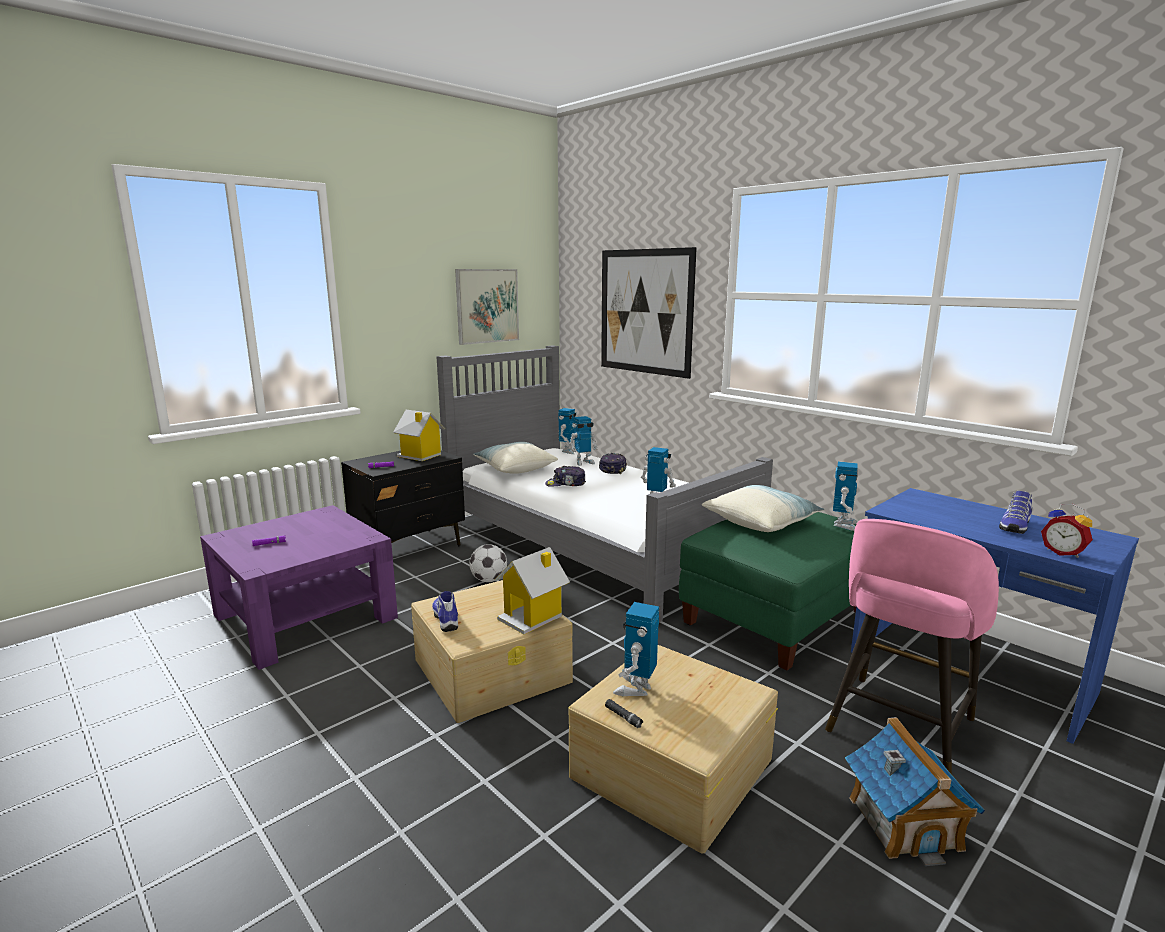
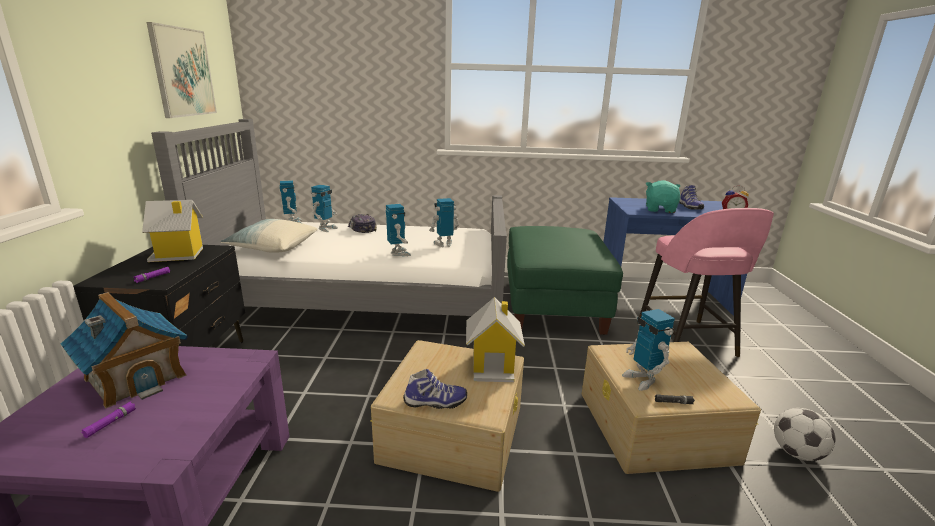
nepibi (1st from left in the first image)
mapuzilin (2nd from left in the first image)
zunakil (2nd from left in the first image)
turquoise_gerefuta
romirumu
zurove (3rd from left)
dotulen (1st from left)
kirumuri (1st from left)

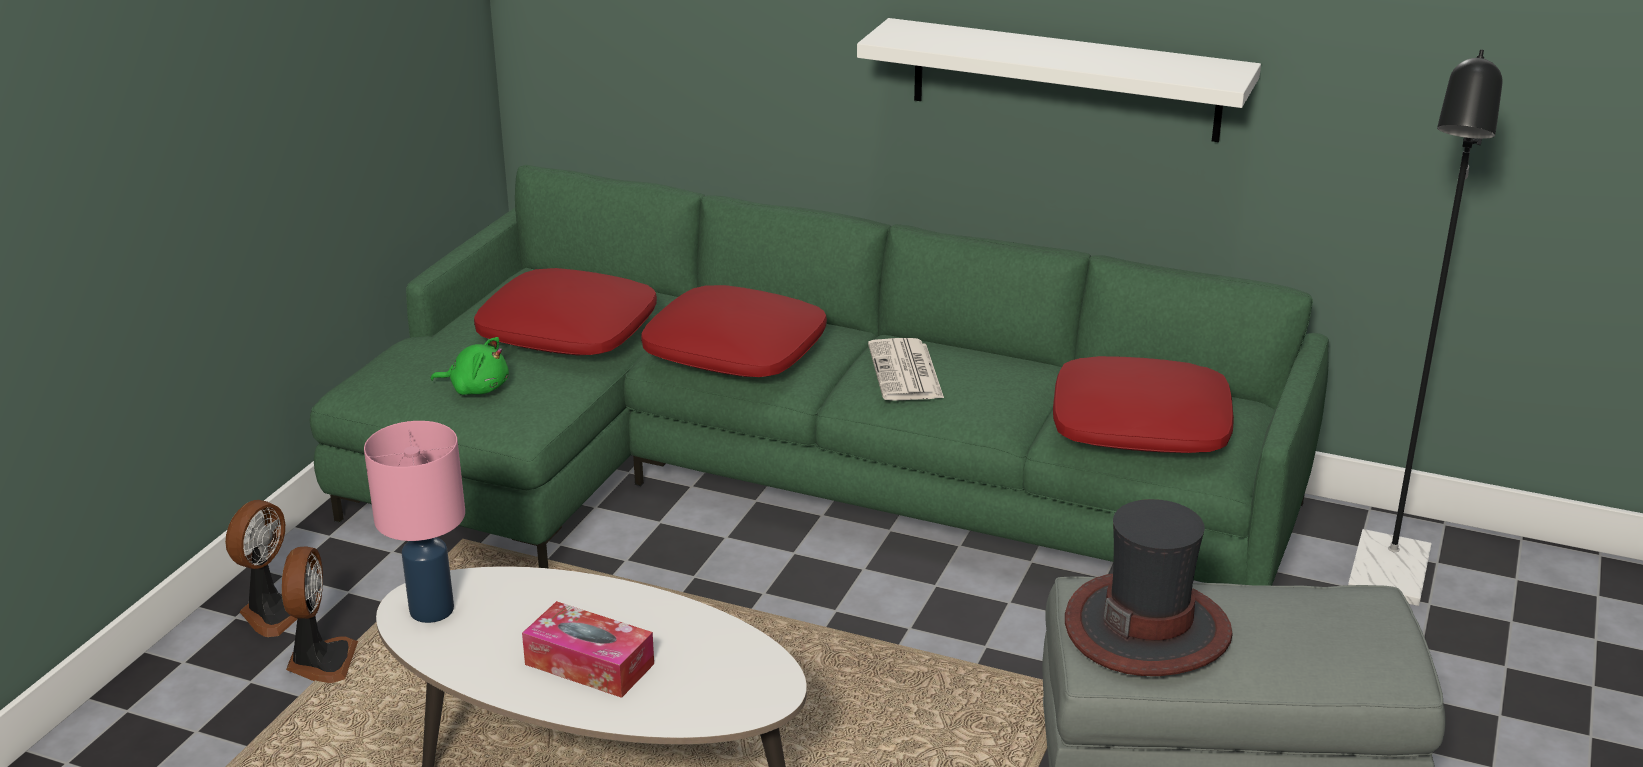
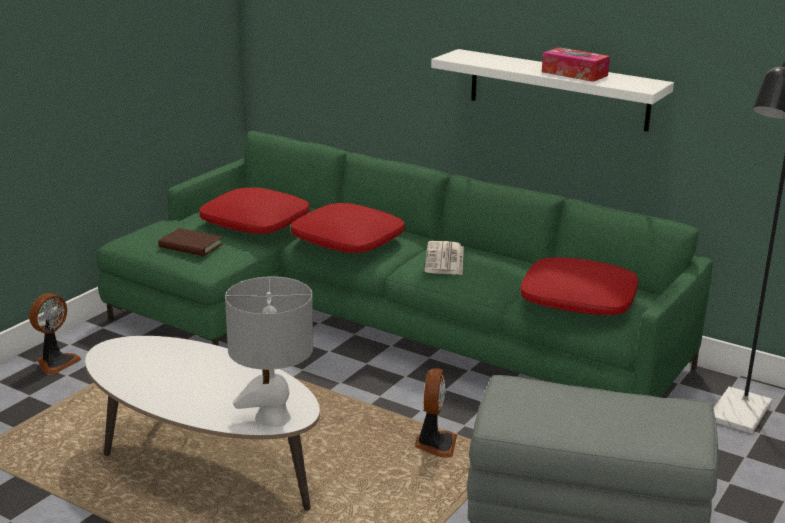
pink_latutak
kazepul
grey_latutak
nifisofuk (2nd from left)
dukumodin
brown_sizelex

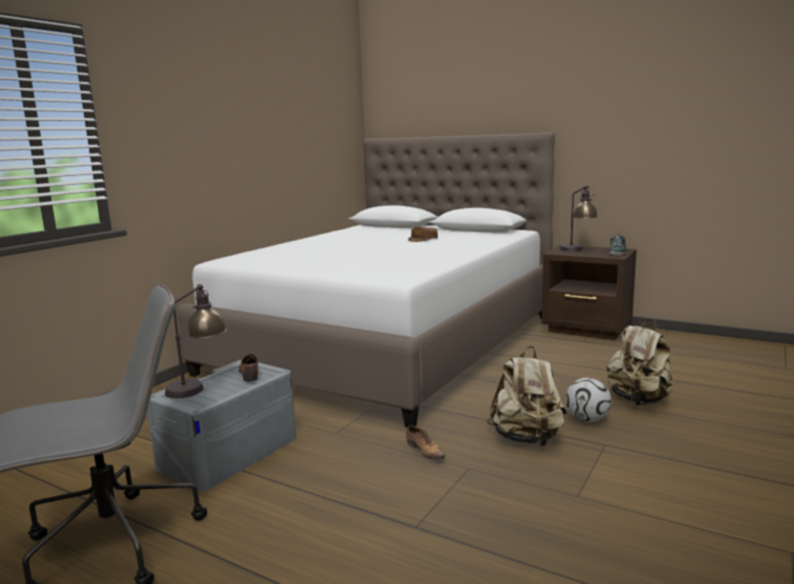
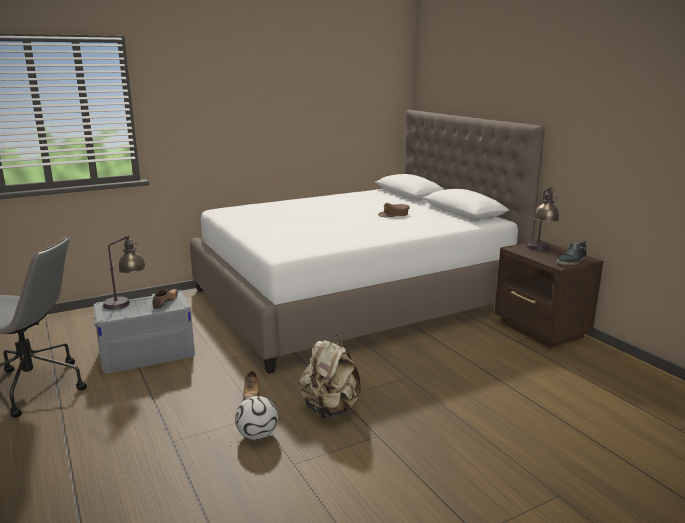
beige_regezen (2nd from left in the first image)
romirumu

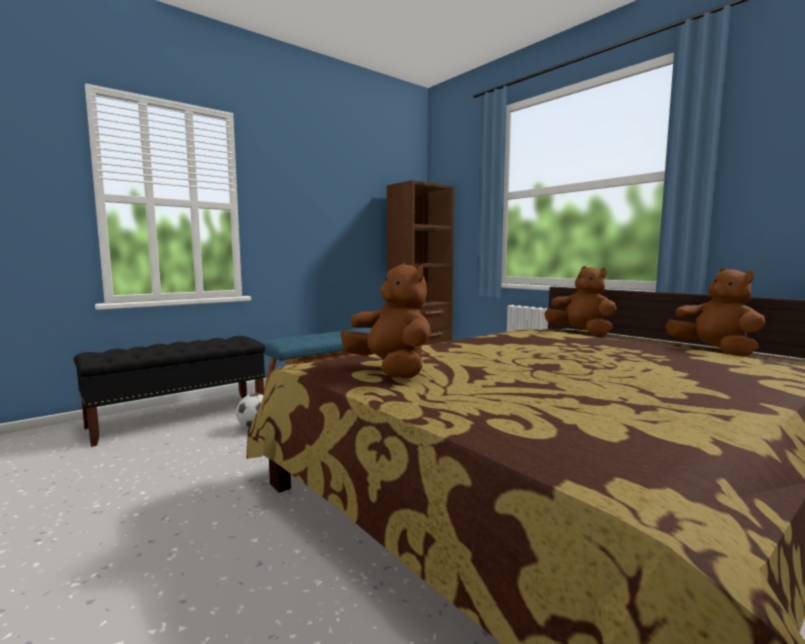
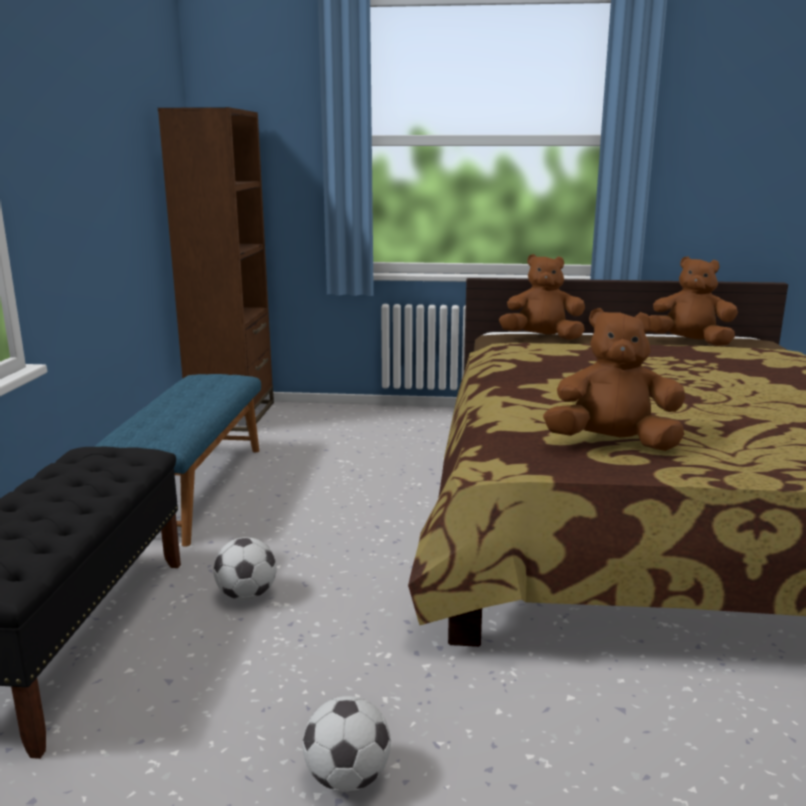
romirumu (2nd from left)

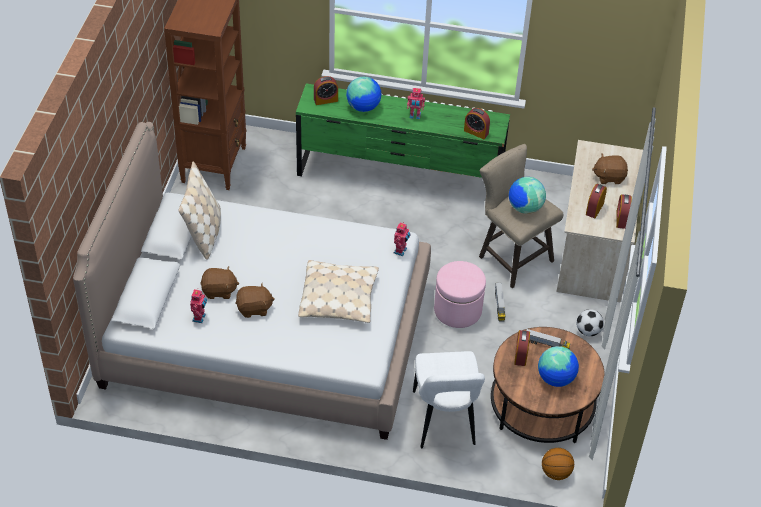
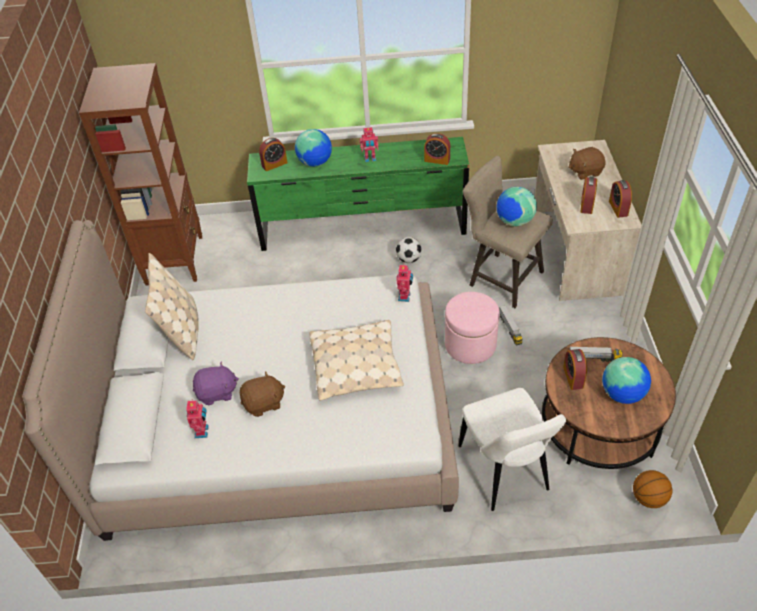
romirumu
purple_gerefuta

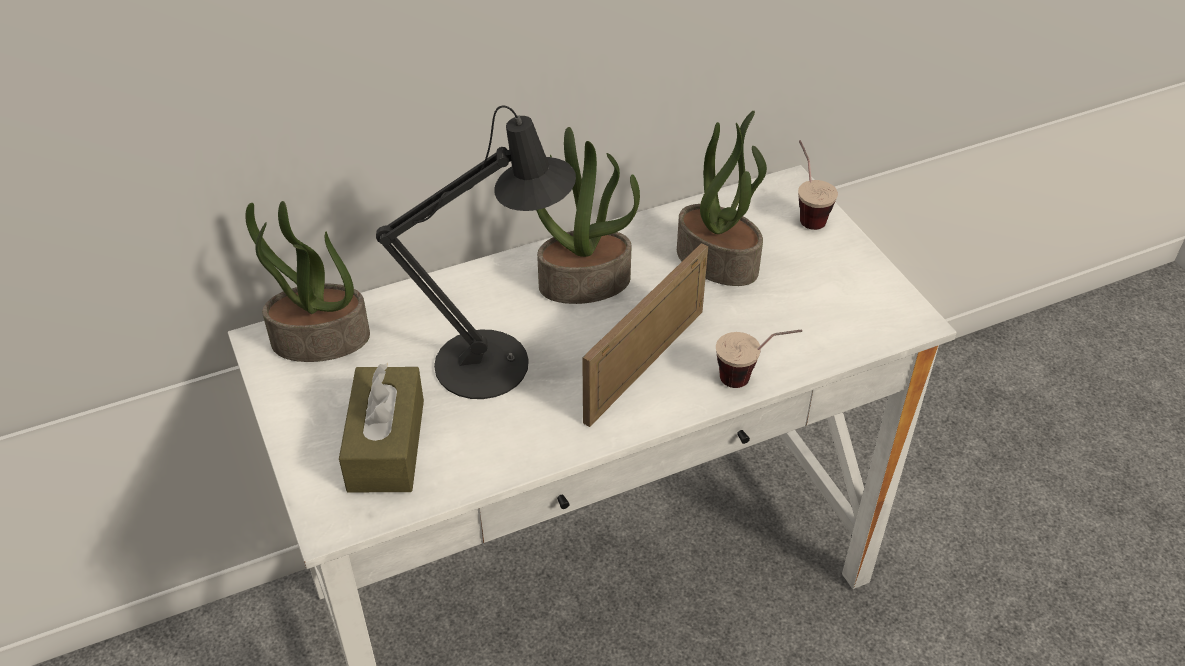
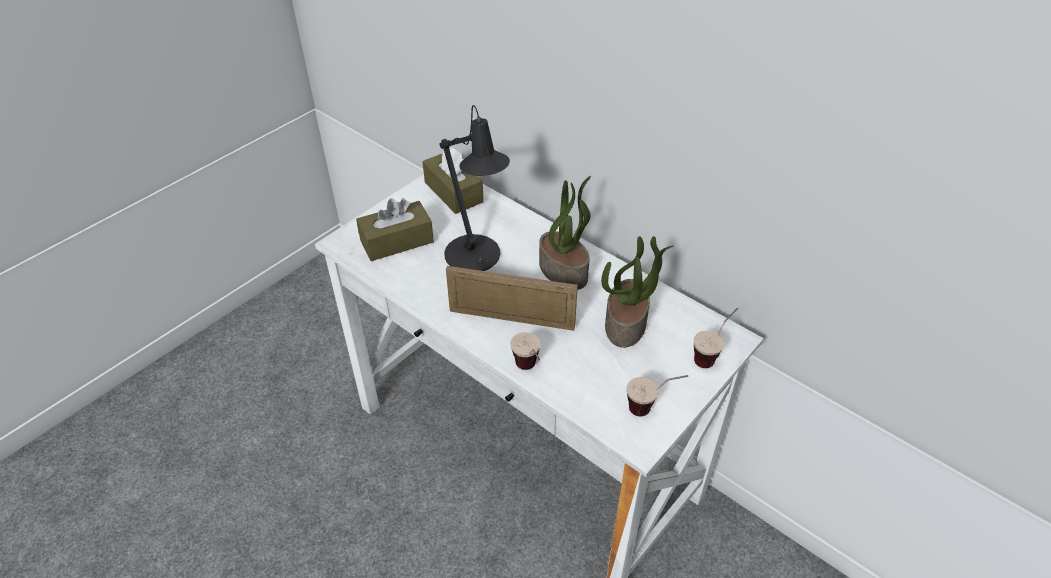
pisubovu (2nd from left)
brown_dukumodin (2nd from left)

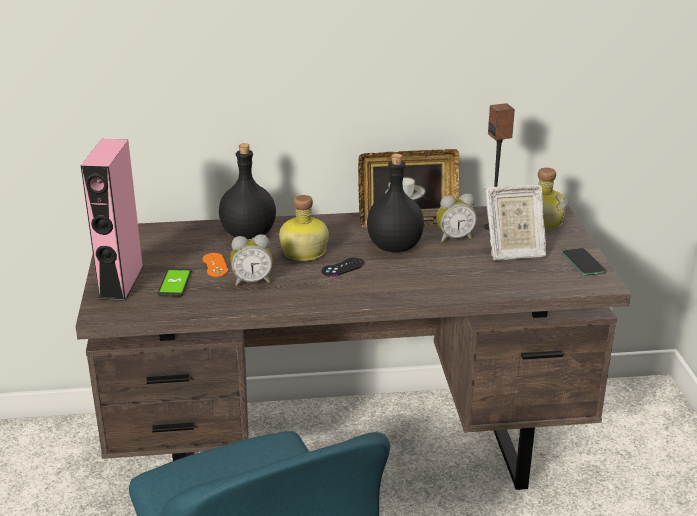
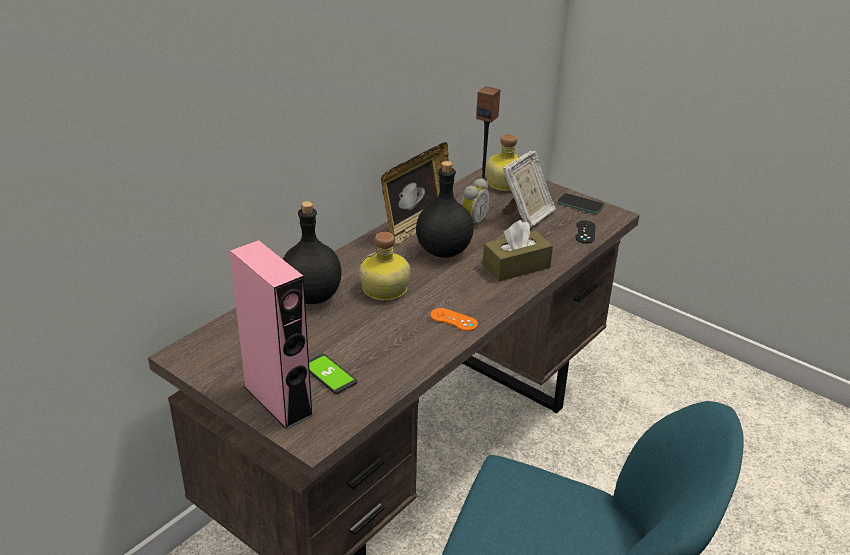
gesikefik (1st from left in the first image)
brown_dukumodin
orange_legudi
black_legudi

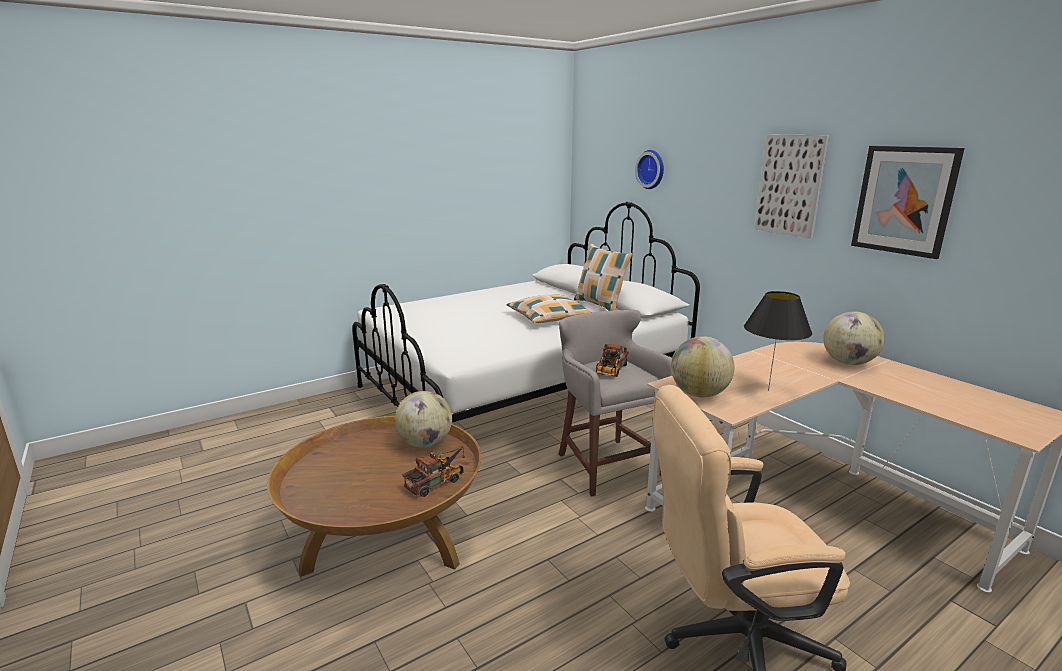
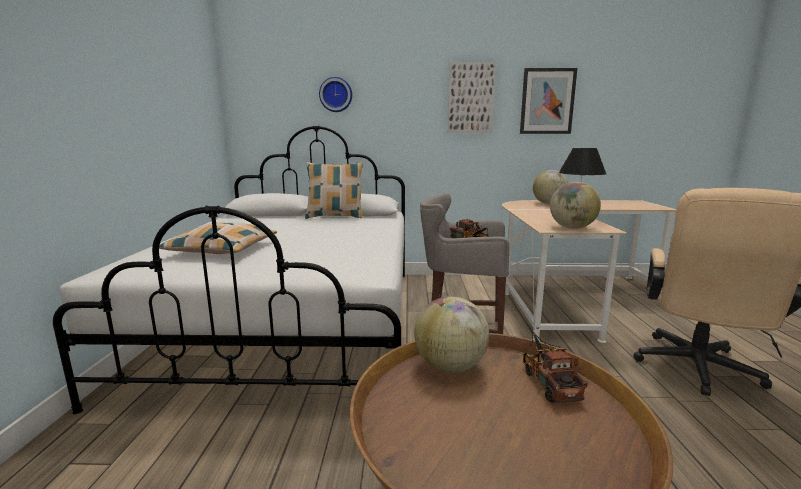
zunakil (1st from left)

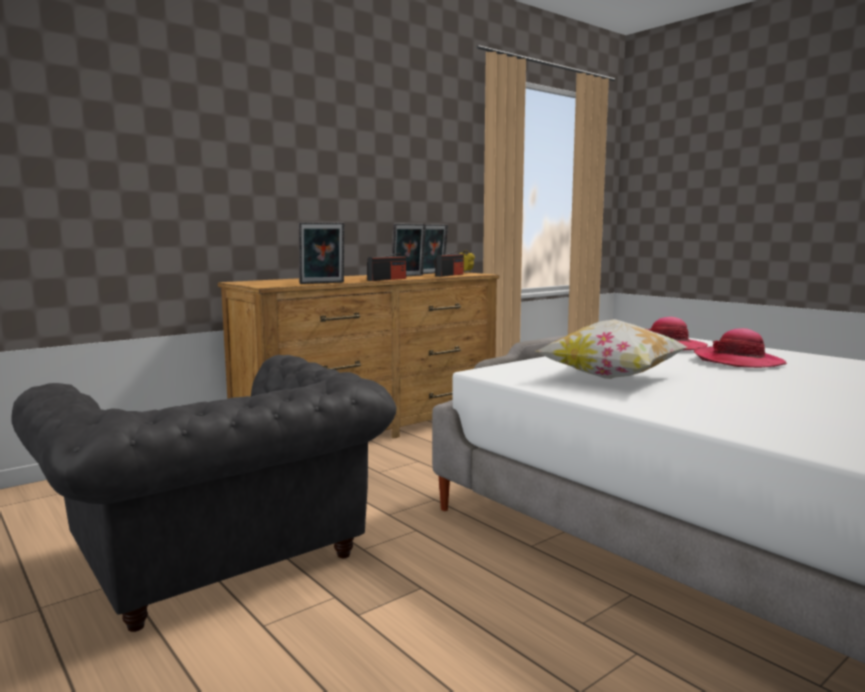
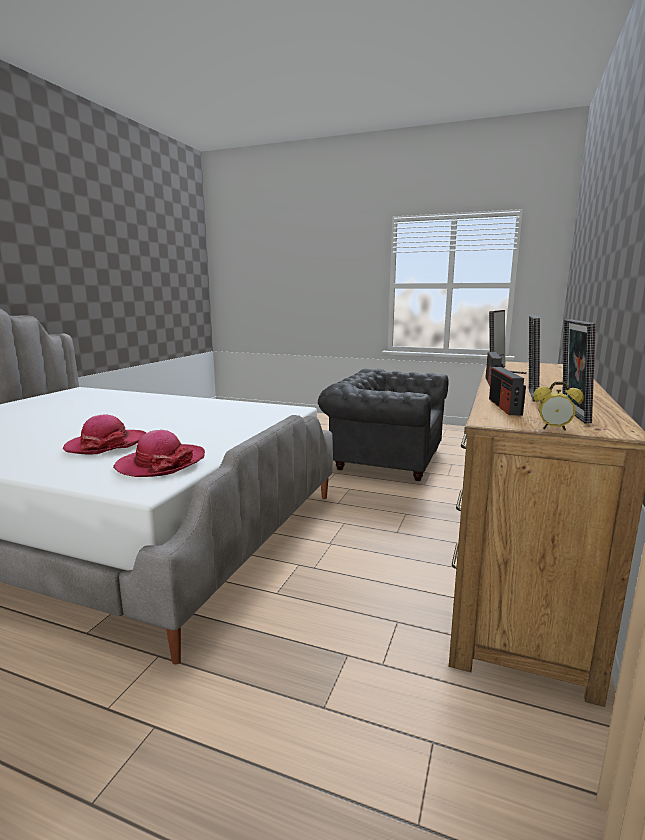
zunakil

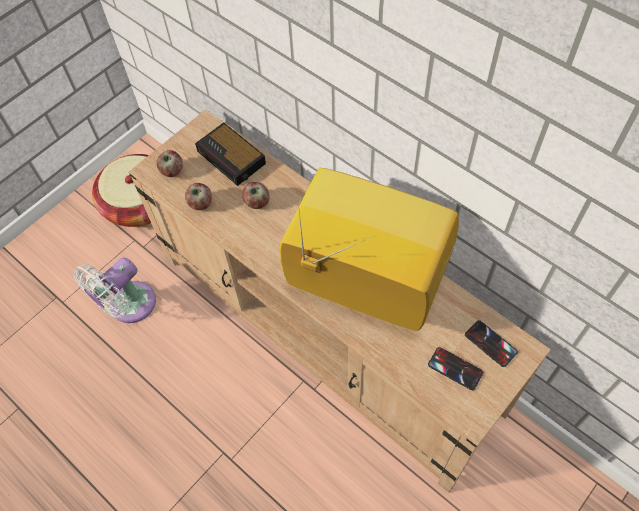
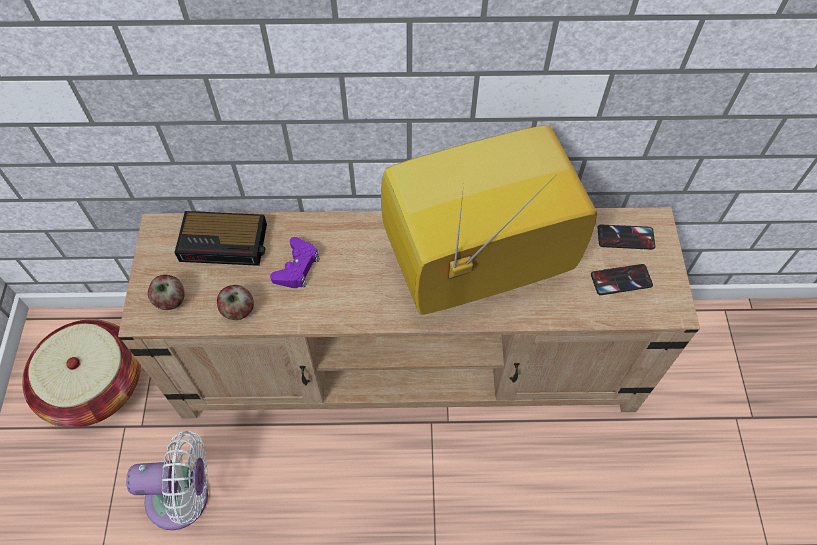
purple_legudi
white_nifisofuk

